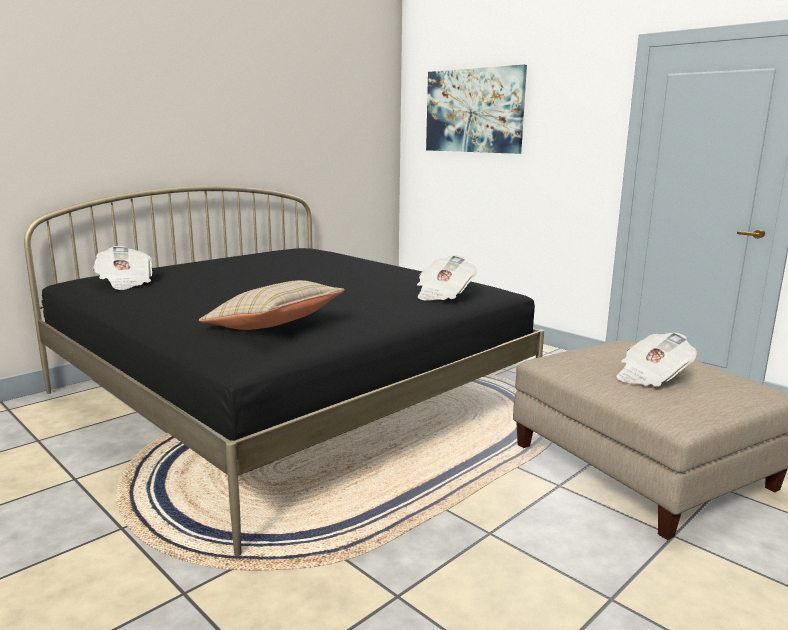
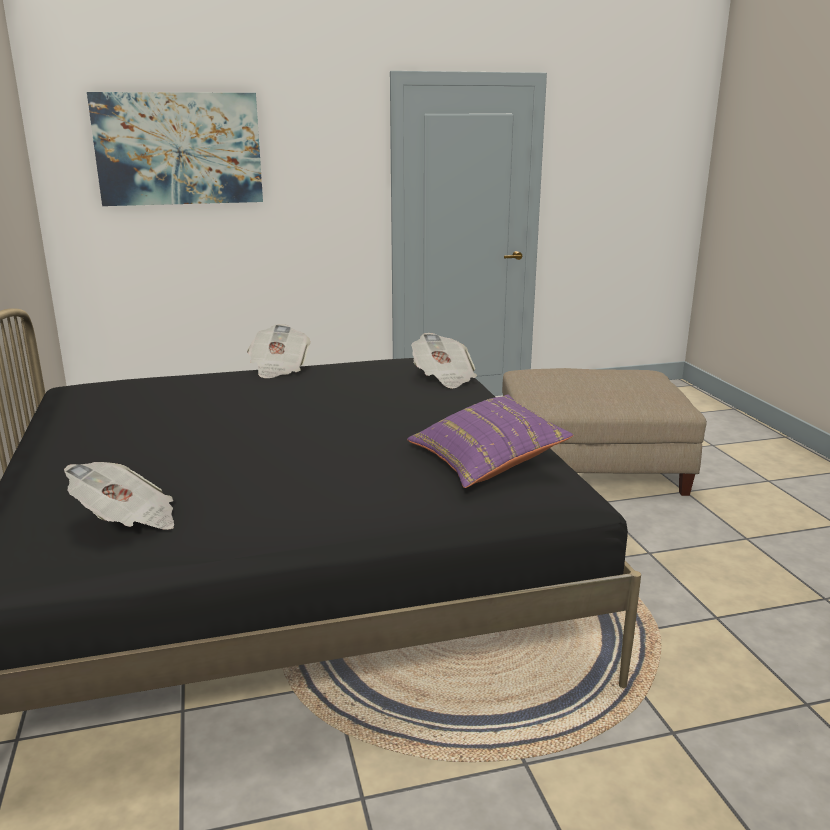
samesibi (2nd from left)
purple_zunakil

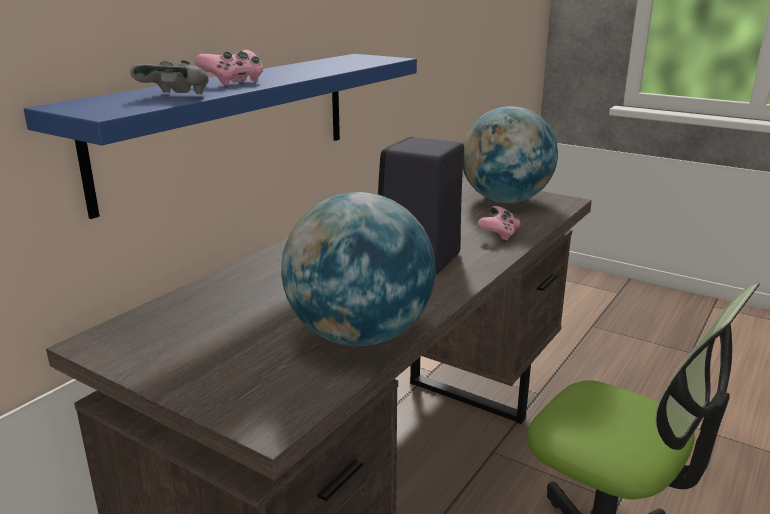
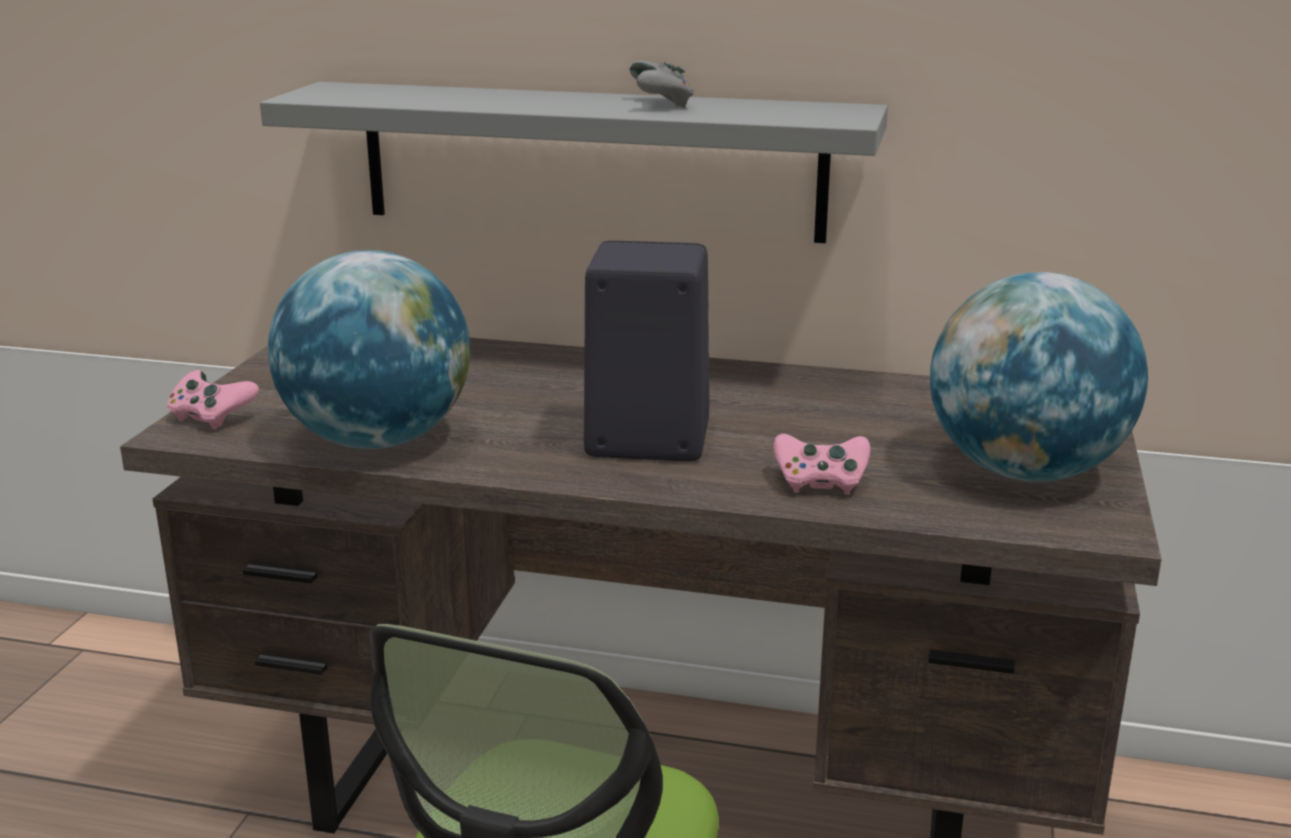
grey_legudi
pink_legudi (1st from left)
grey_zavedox

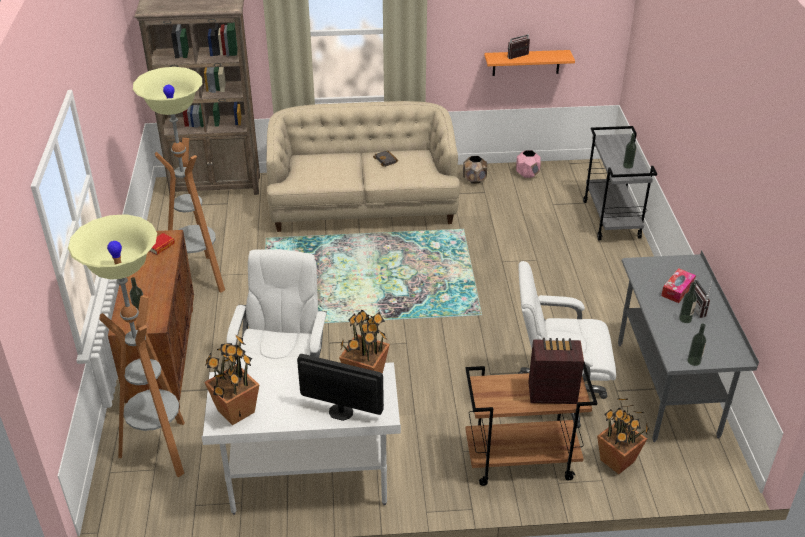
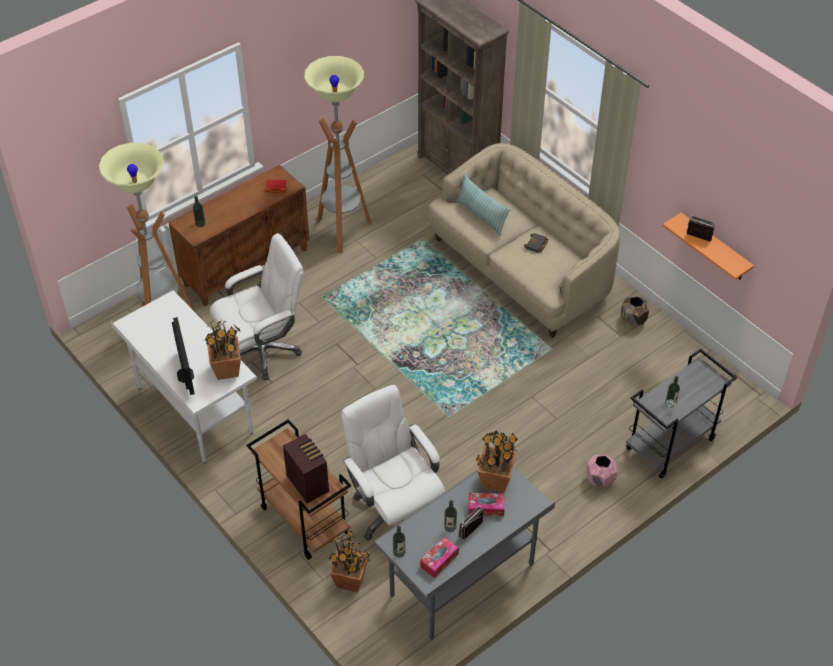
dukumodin (1st from left)
zunakil
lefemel (3rd from left)
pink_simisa

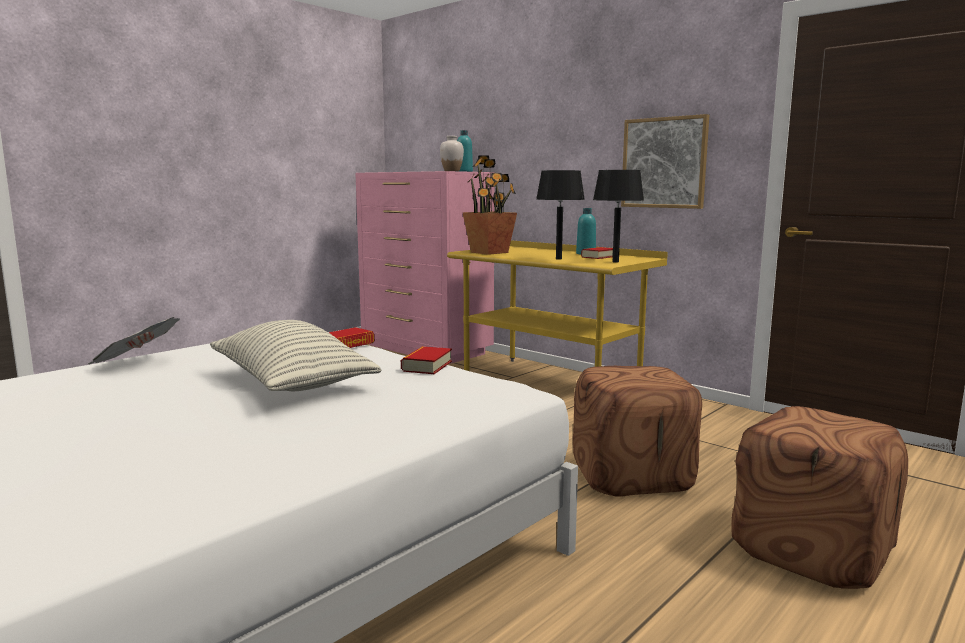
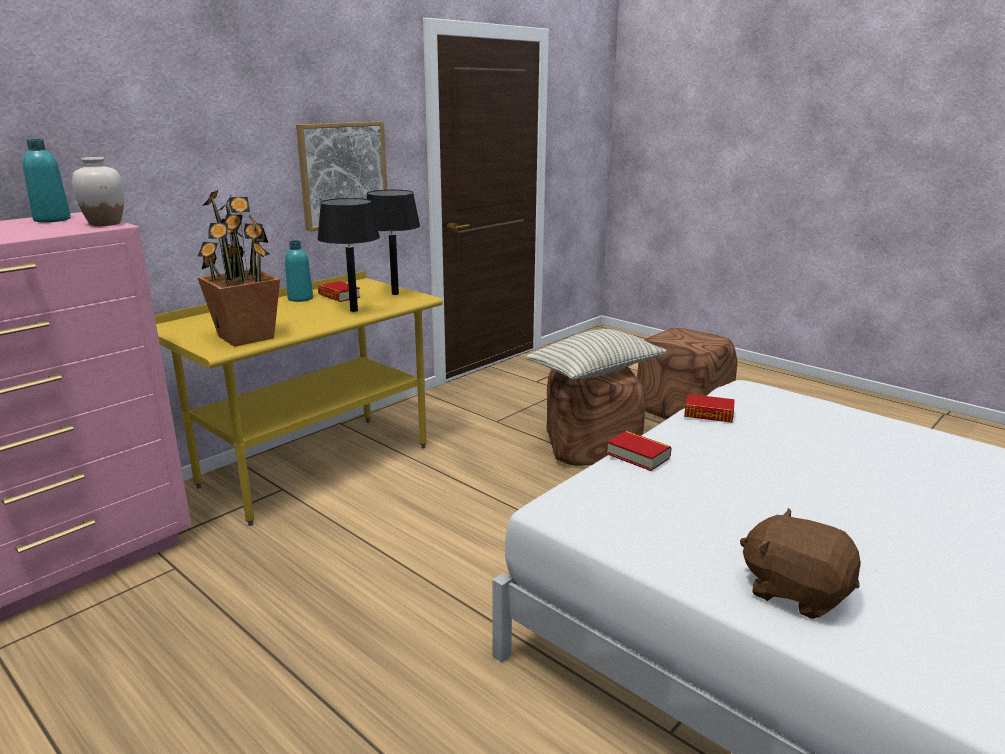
zunakil
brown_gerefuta

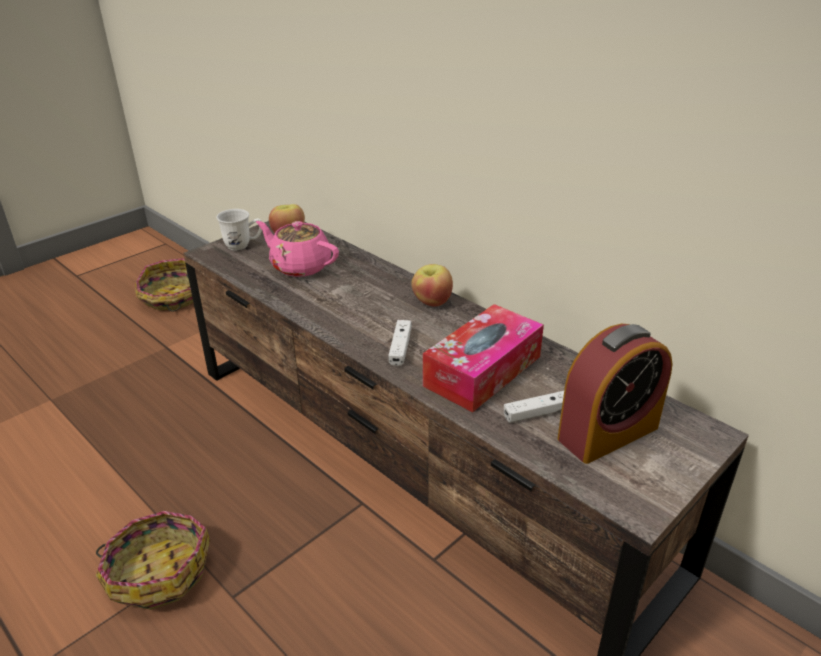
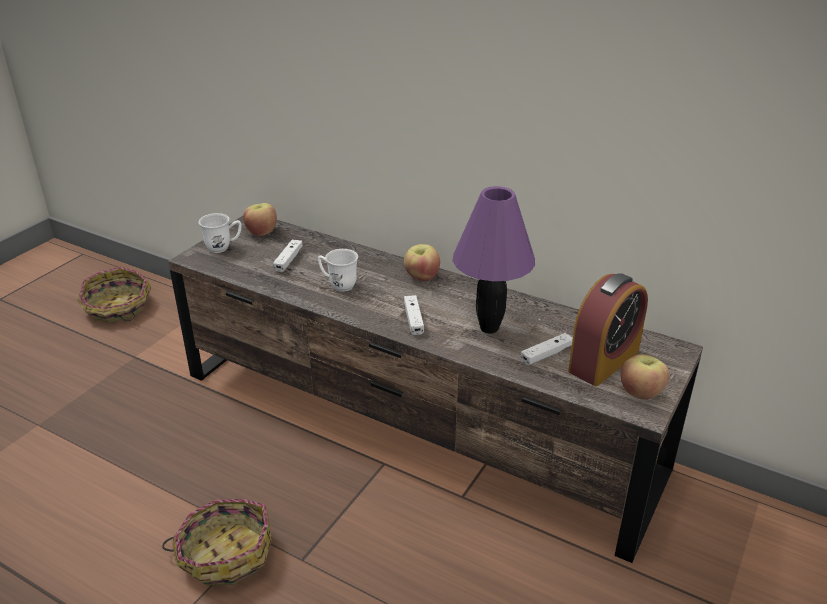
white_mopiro (2nd from left)
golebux (3rd from left)
white_legudi (1st from left)
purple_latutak

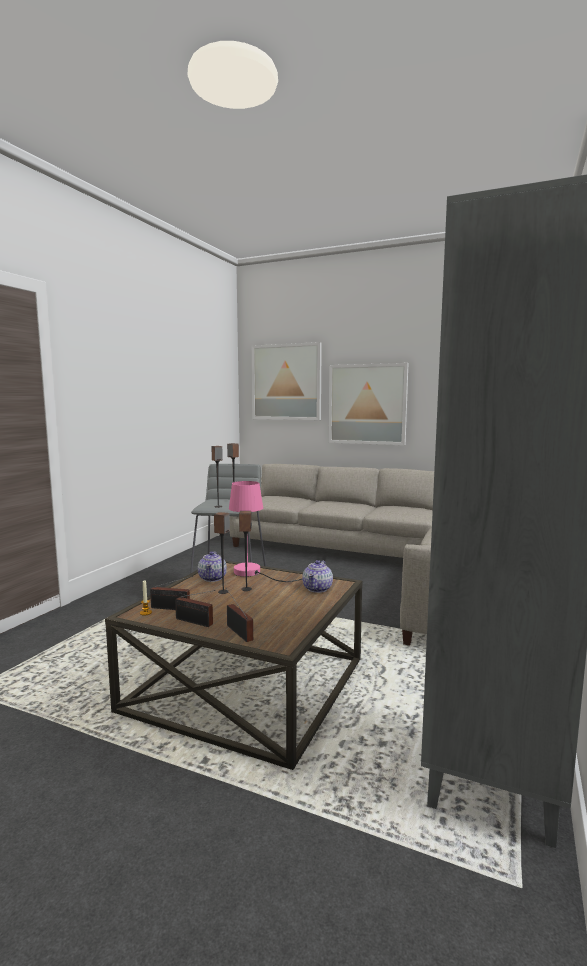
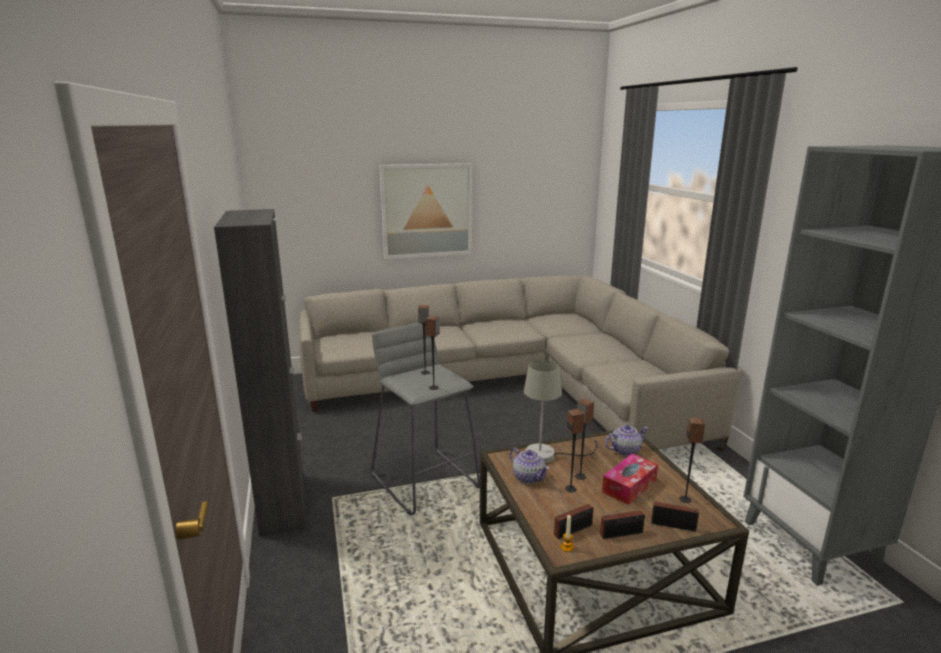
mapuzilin (1st from left in the first image)
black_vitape
dukumodin
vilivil (5th from left)
grey_latutak
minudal (2nd from left)

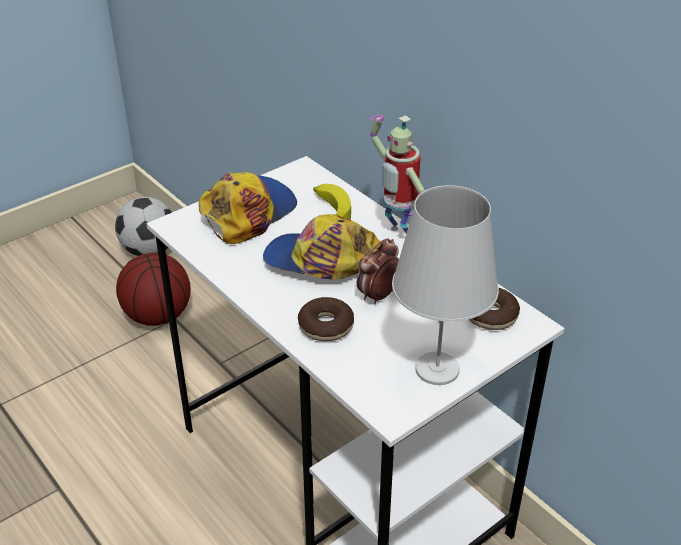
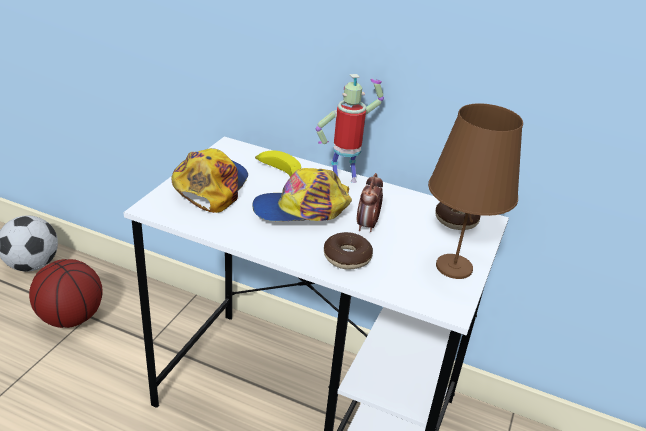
brown_latutak
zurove

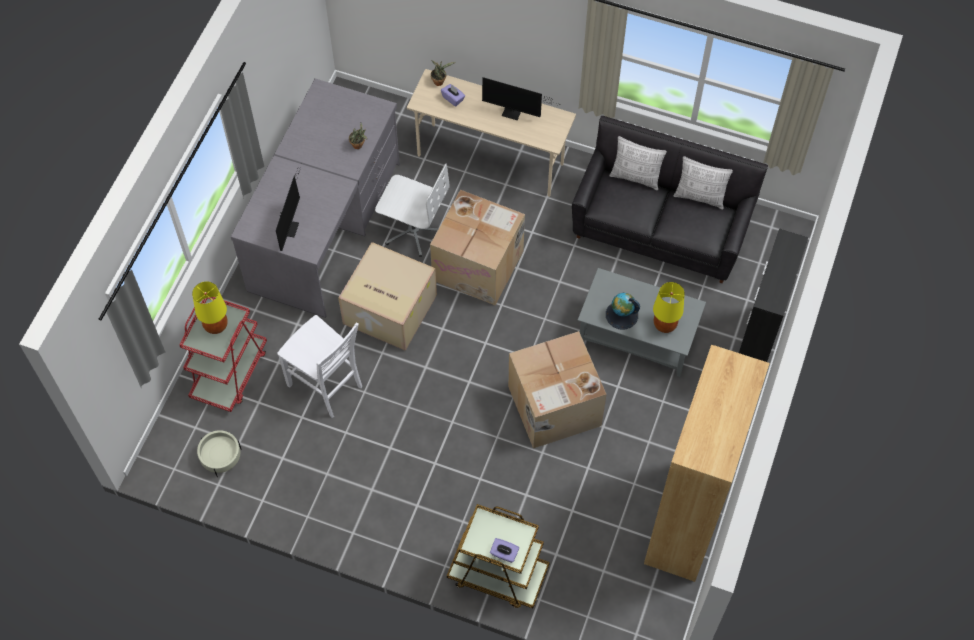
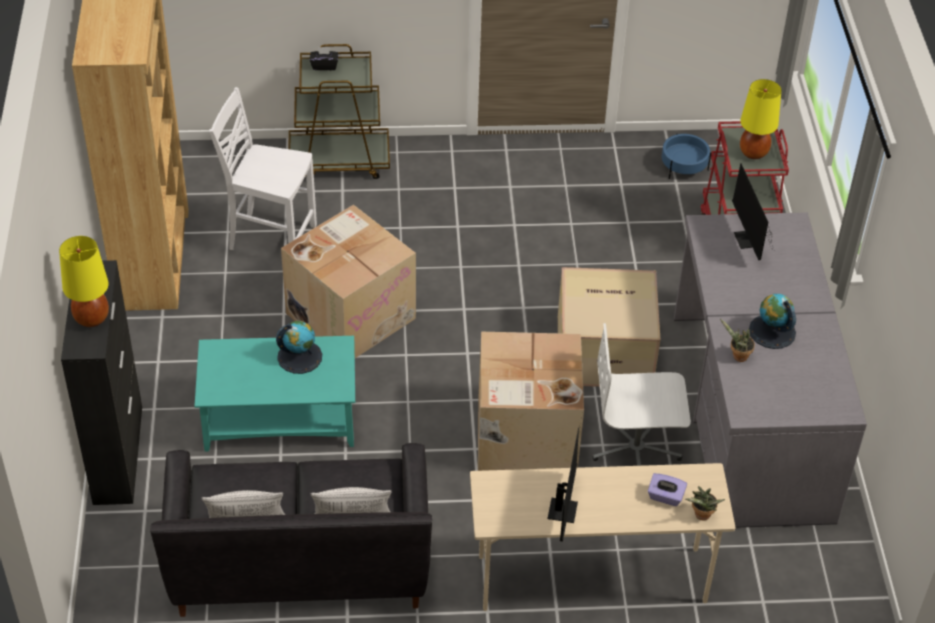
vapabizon (2nd from left)
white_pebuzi
yellow_latutak (1st from left)
blue_simisa
black_dukumodin
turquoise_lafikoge
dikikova (1st from left)

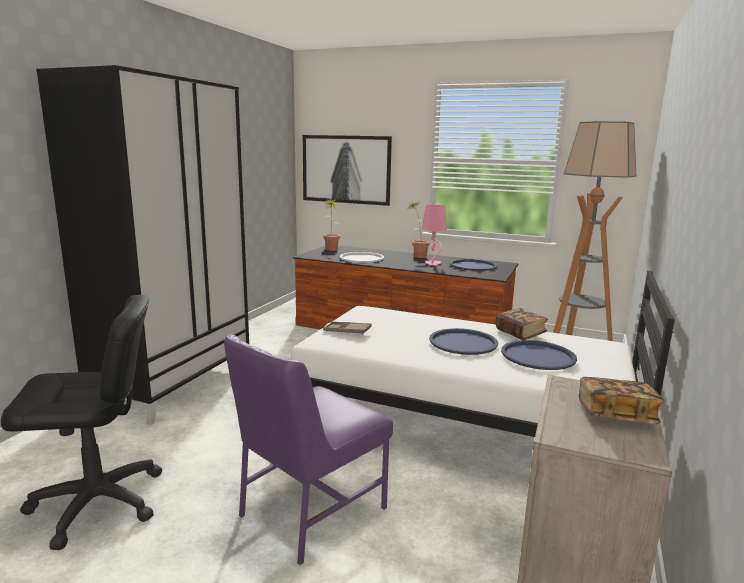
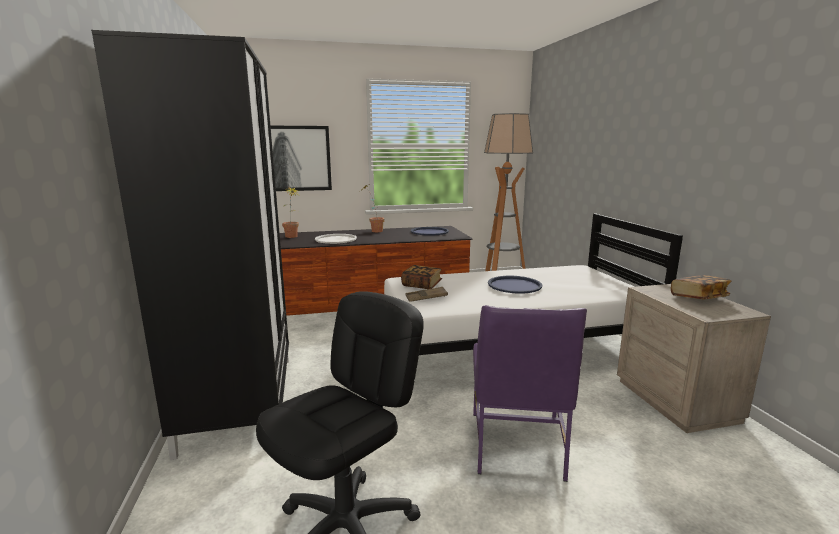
pink_latutak
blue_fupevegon (3rd from left in the first image)
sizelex (1st from left)

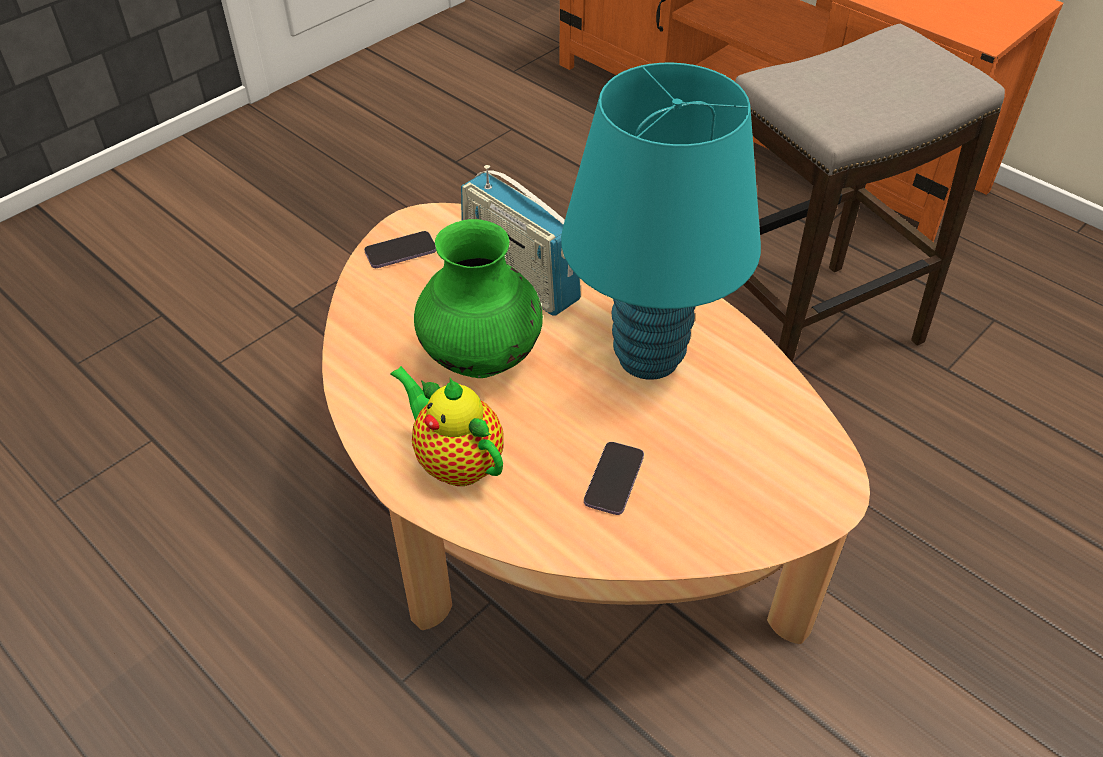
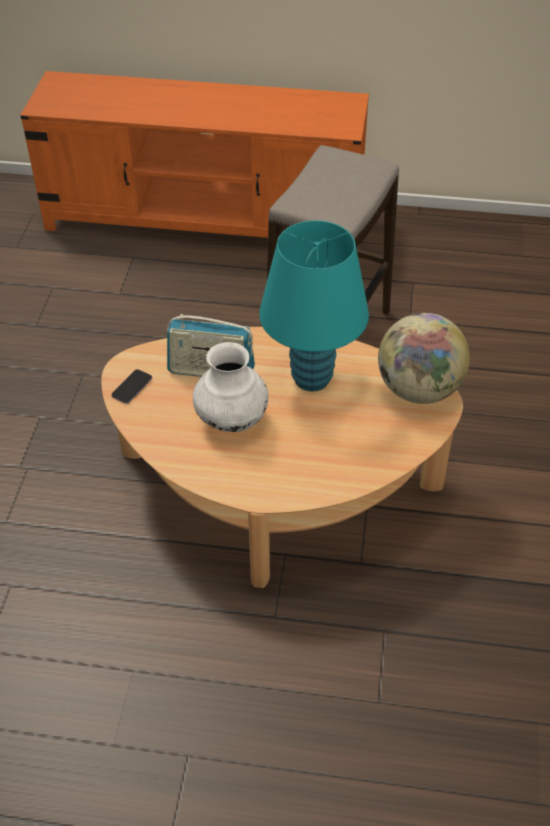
minudal
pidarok (2nd from left in the first image)
vapabizon
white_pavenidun

